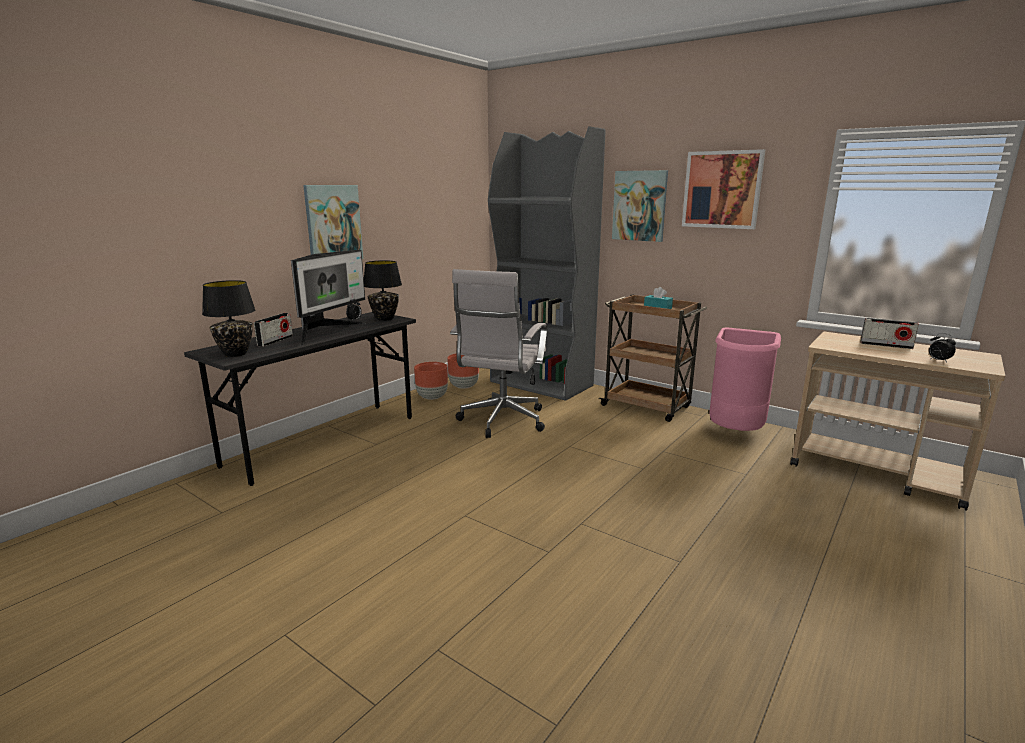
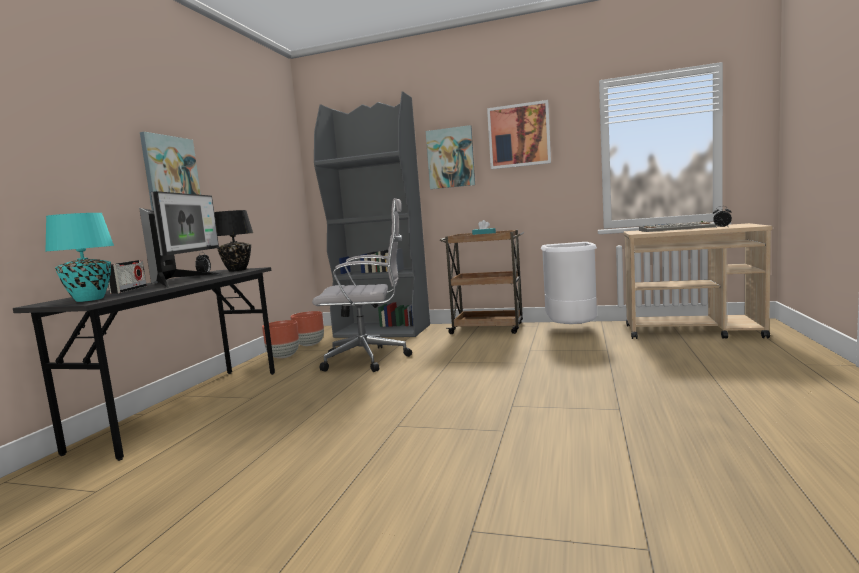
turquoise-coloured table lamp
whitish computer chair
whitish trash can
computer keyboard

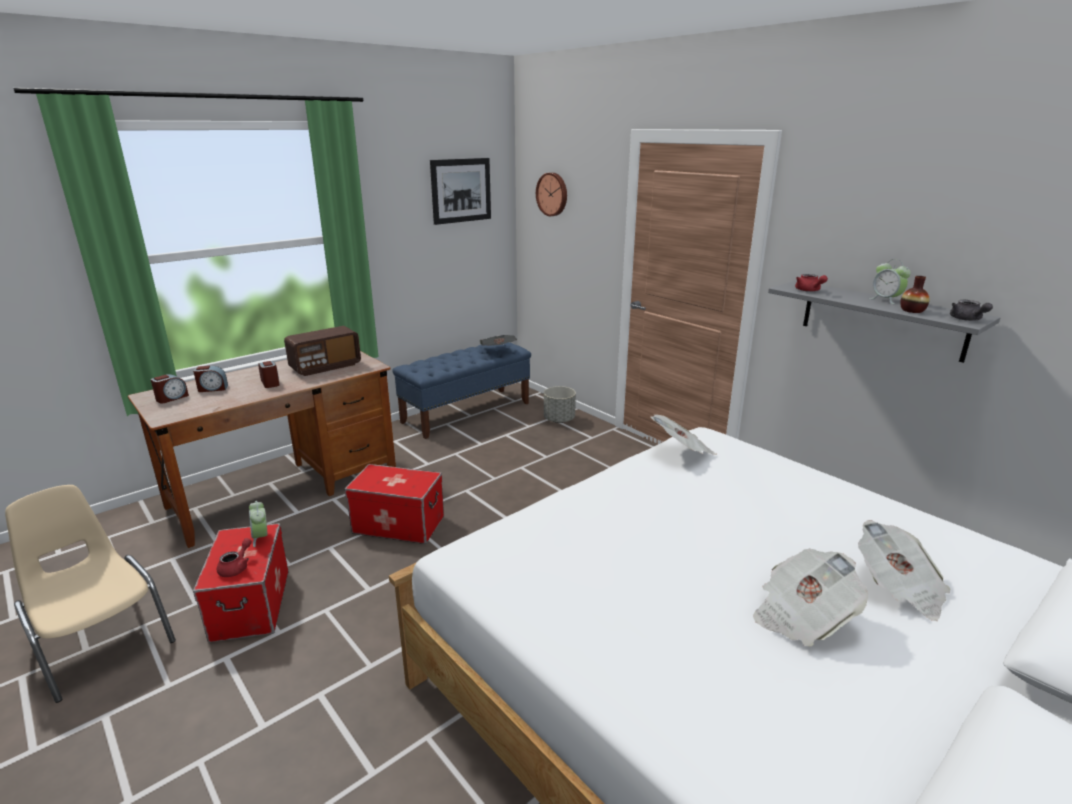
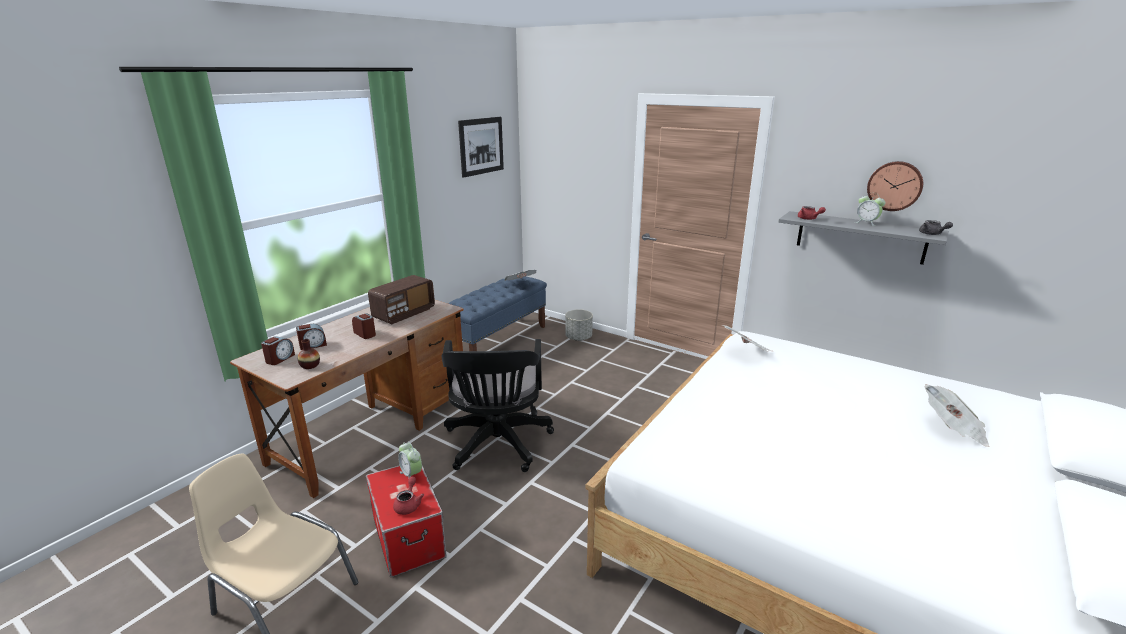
black-coloured computer chair
clock on the wall
newspaper (3rd from left in the first image)
flower vase

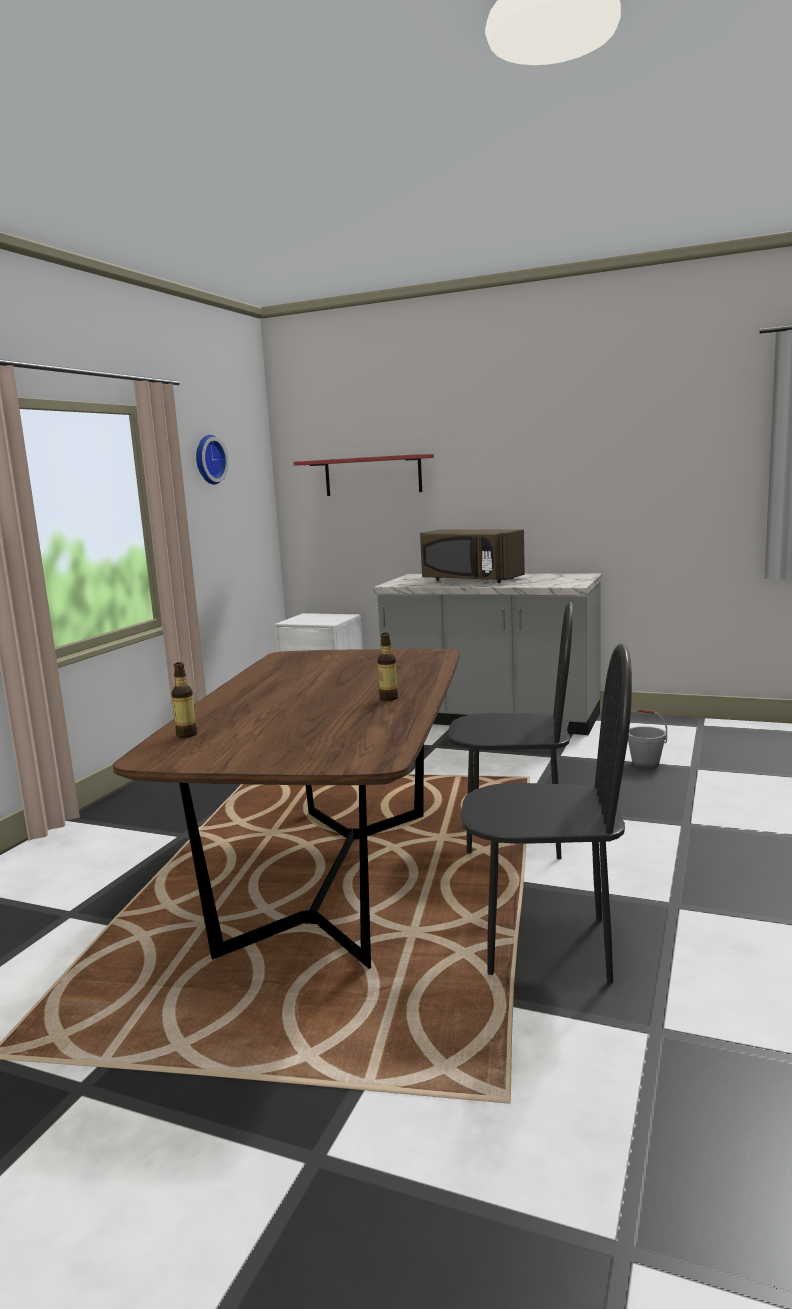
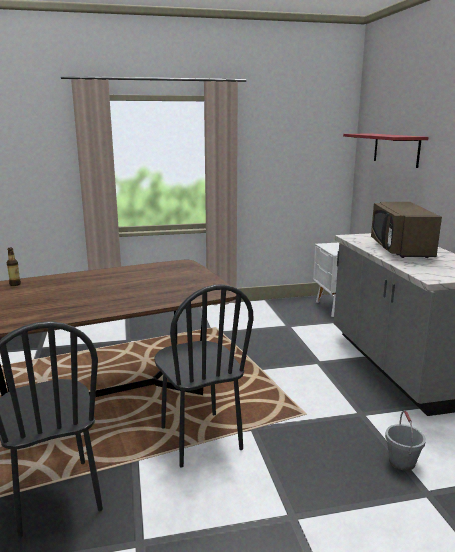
clock on the wall
bottle (2nd from left in the first image)

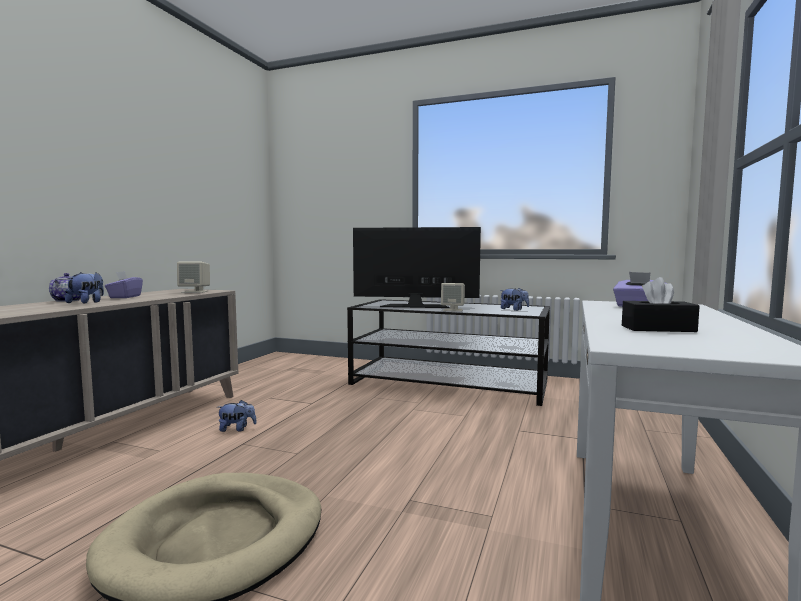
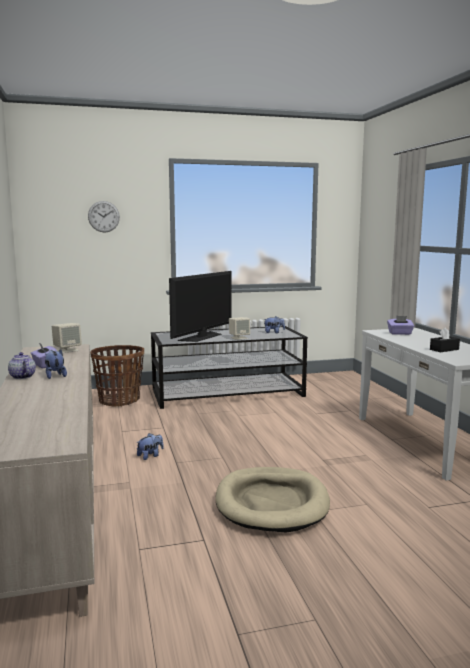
TV
clock on the wall
basket

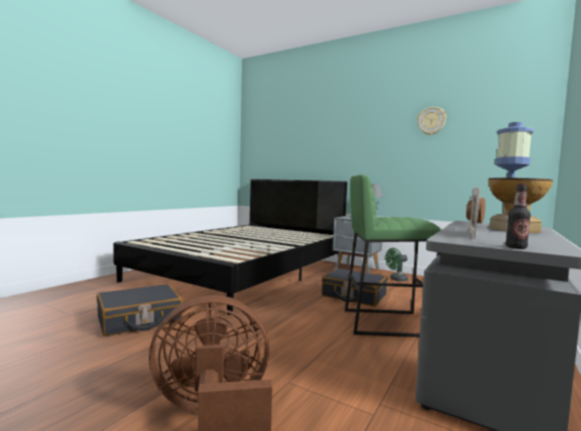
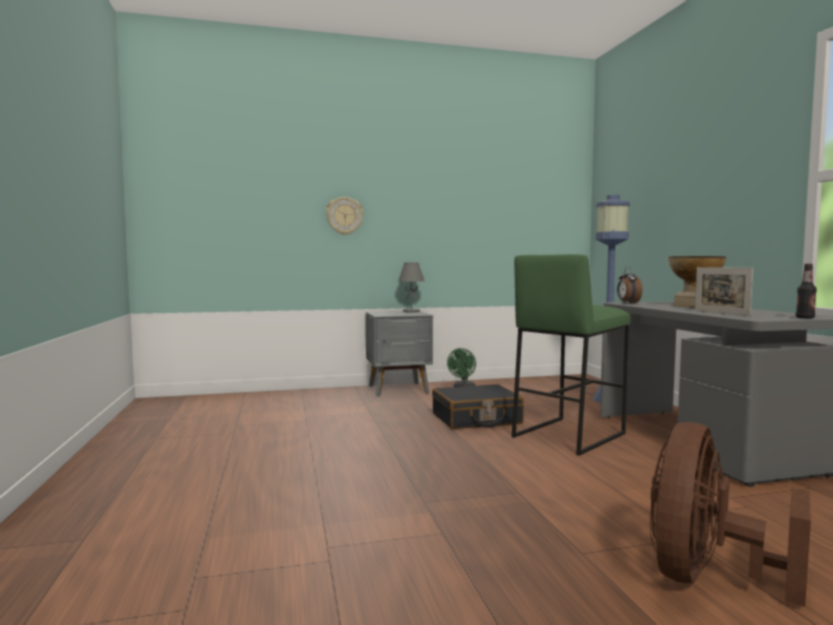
black-coloured travel case (1st from left in the first image)
black-coloured sleeping bed
clock on the wall

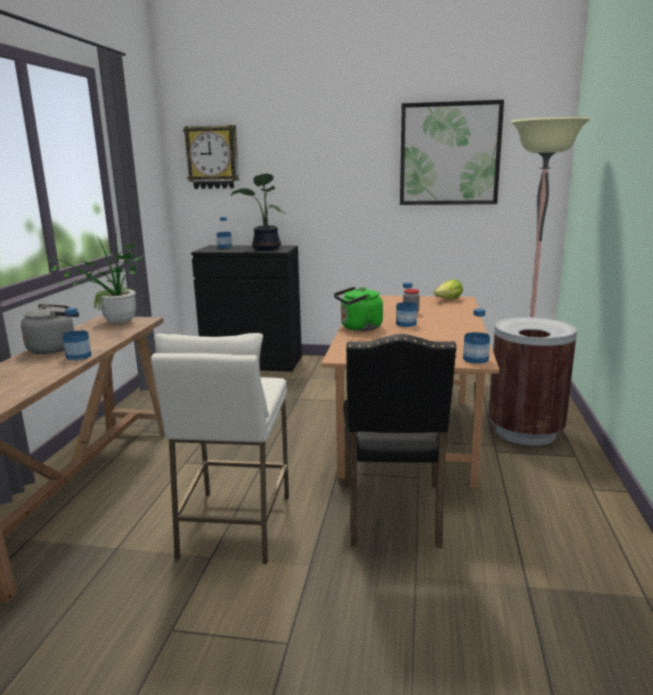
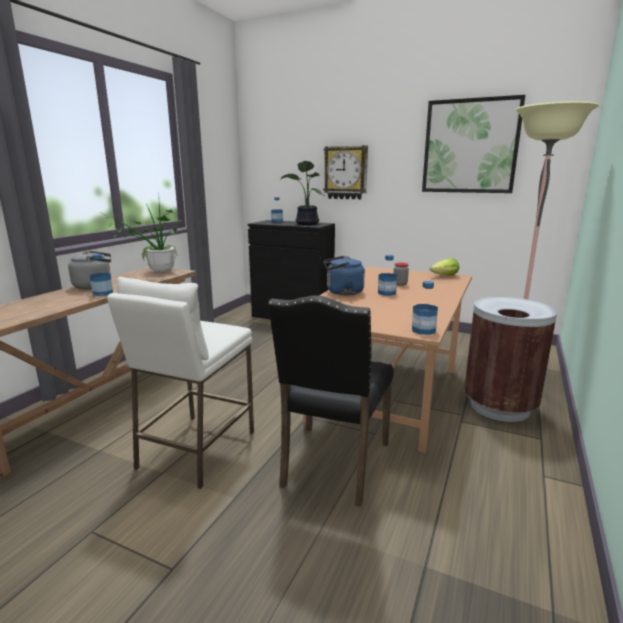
clock on the wall
bluish water kettle

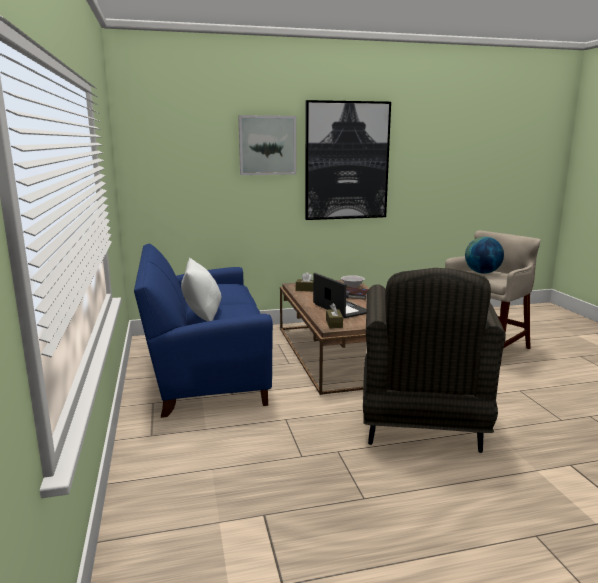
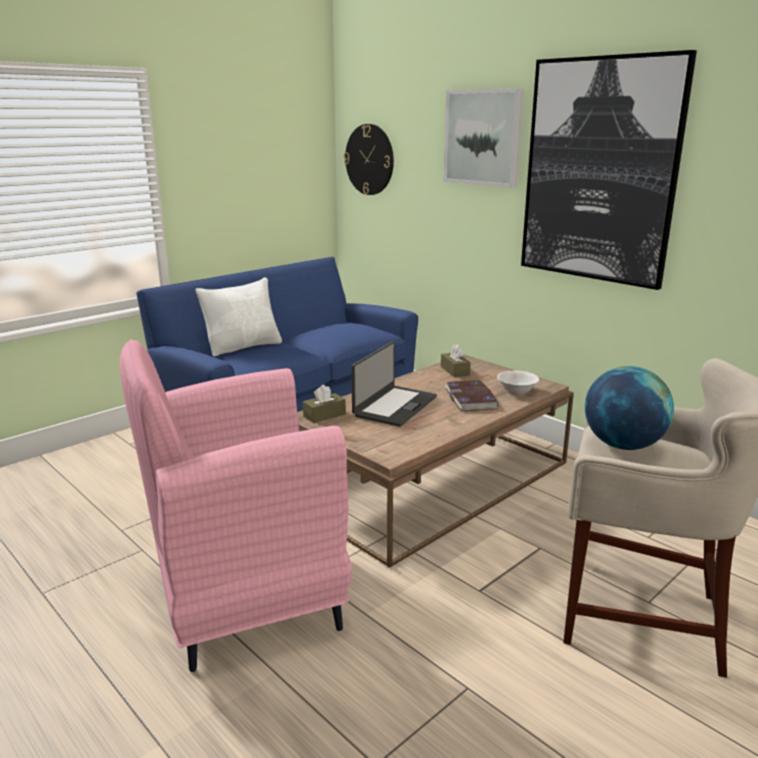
pinkish lounge chair
clock on the wall

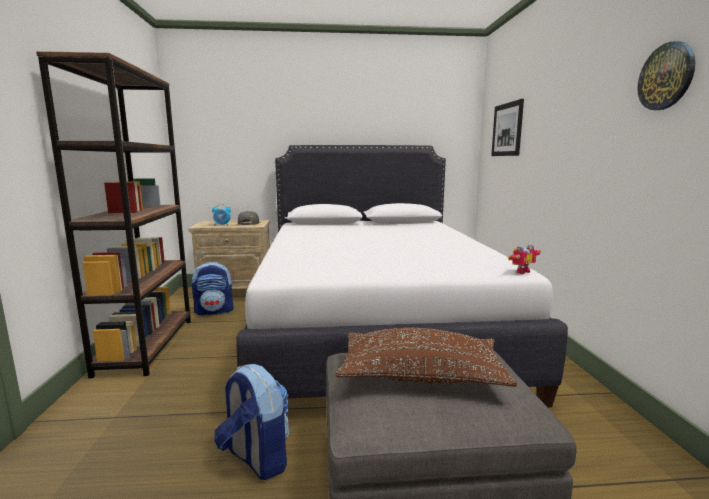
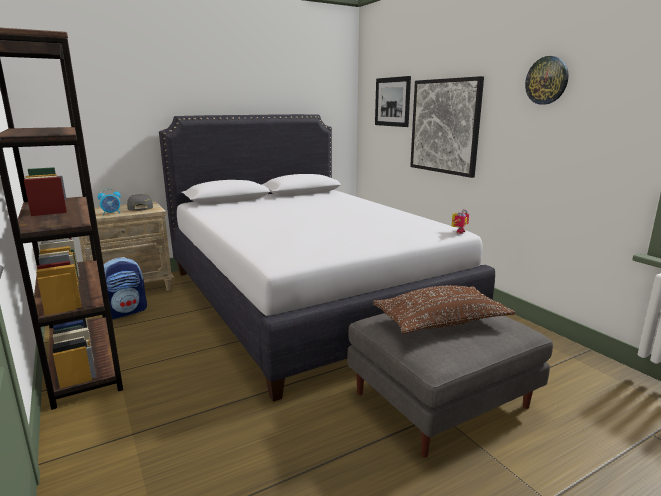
knapsack (2nd from left in the first image)
picture (2nd from left)

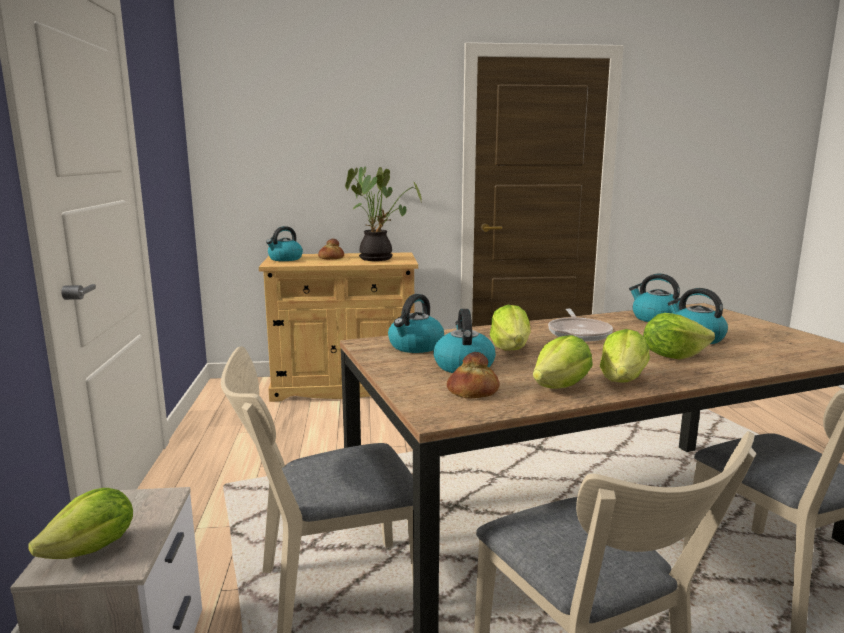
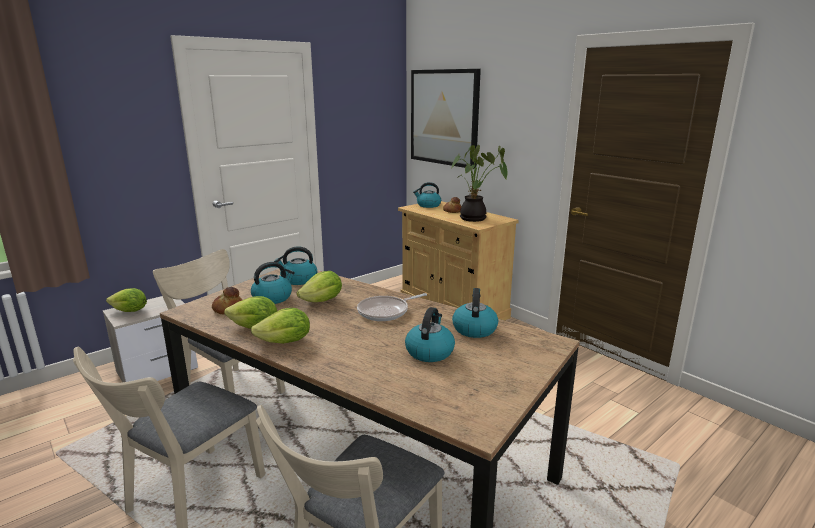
lettuce (5th from left in the first image)
picture

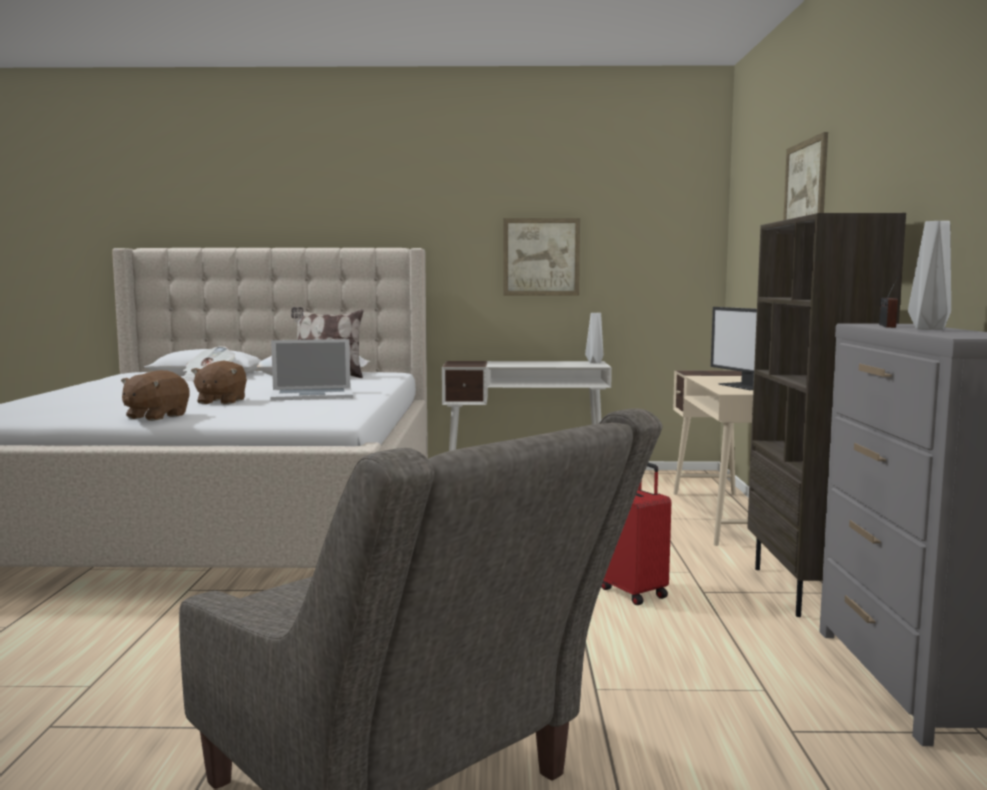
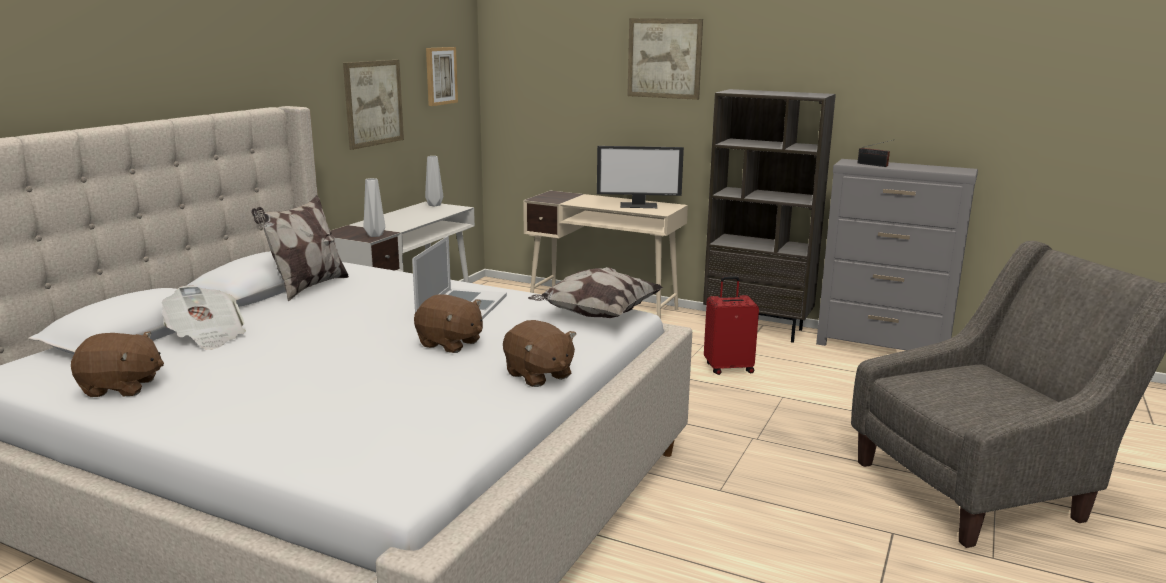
gray flower vase (1st from left)
brown-coloured cuddly toy (1st from left)
picture (2nd from left)
pillow (2nd from left)

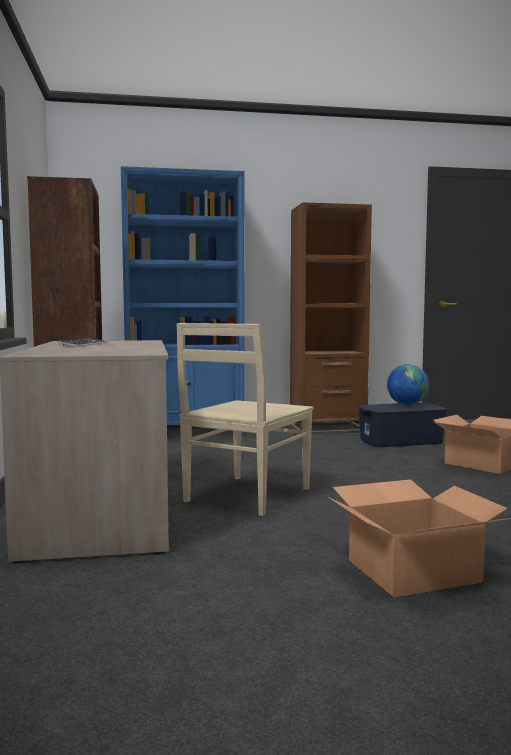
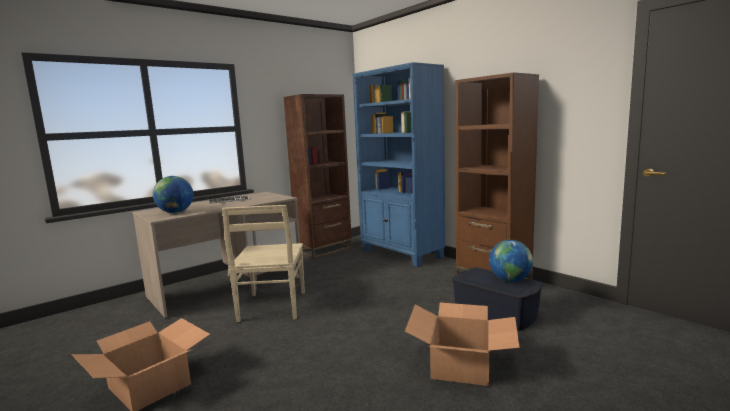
beige plain chair
desk globe (1st from left)

